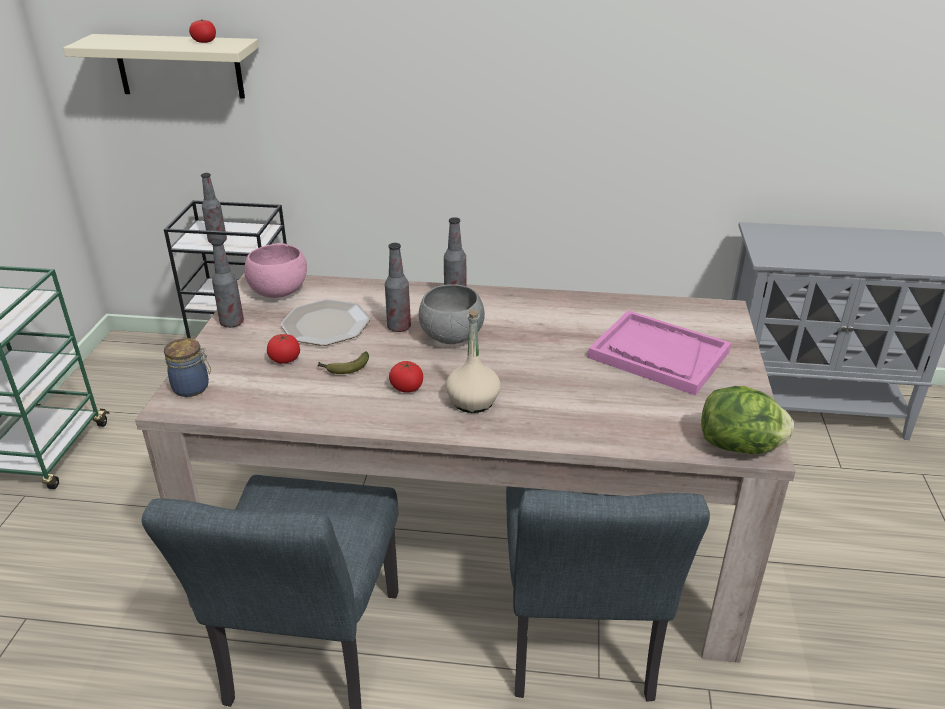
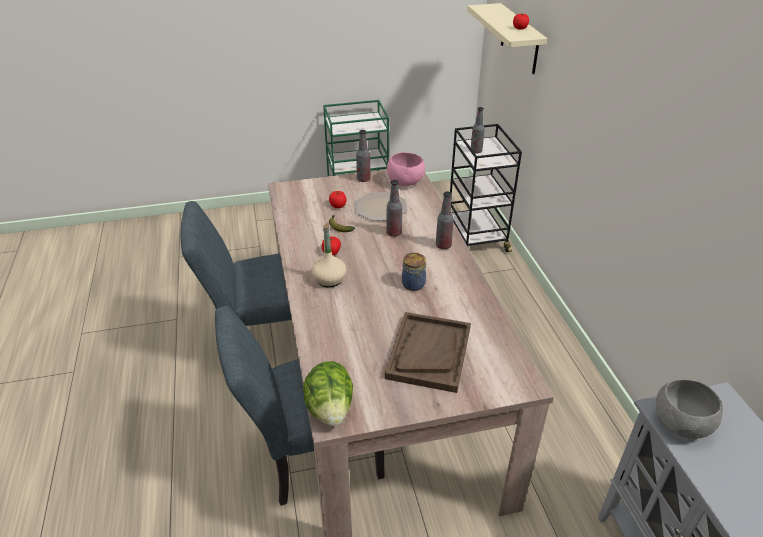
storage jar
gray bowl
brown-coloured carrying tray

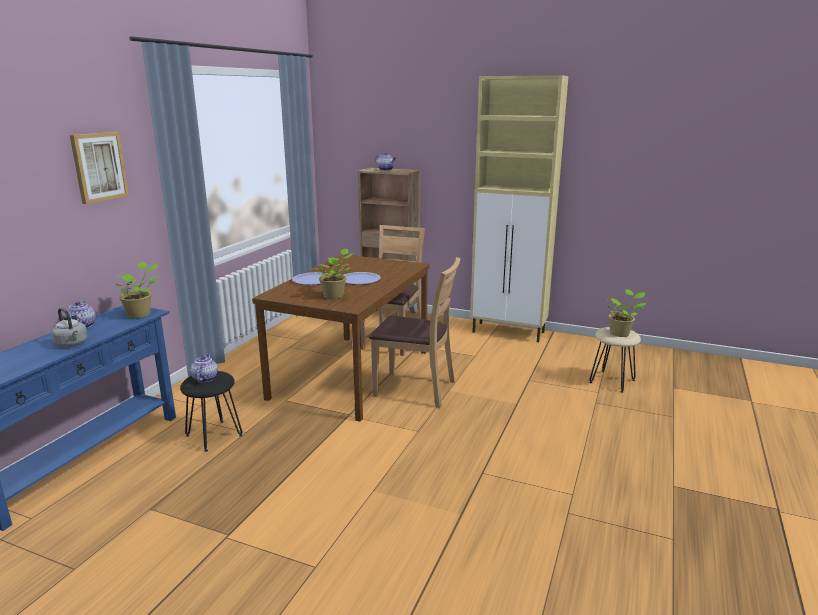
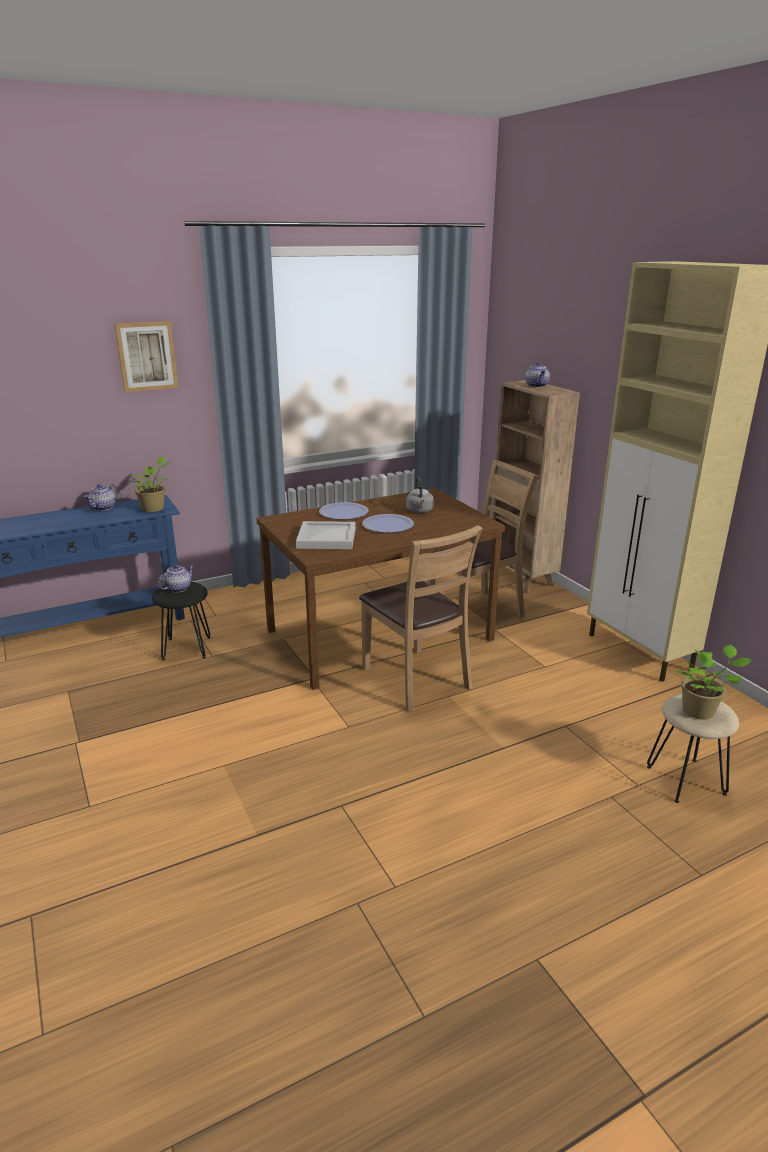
gray water kettle
whitish carrying tray

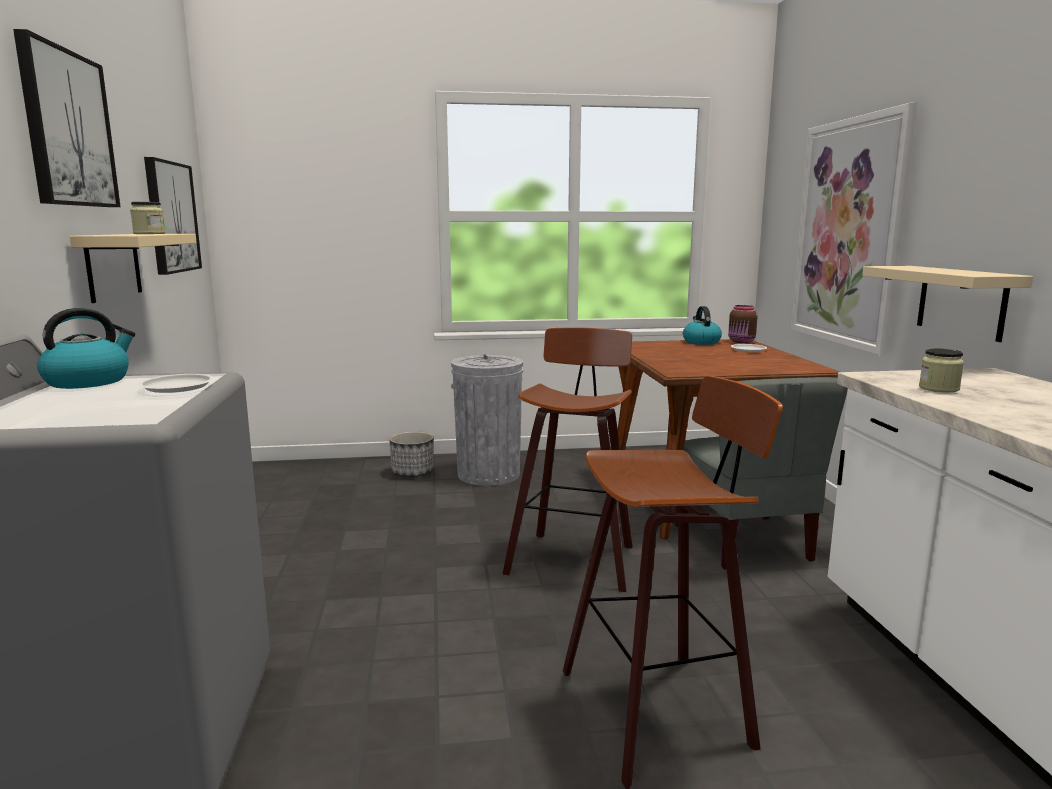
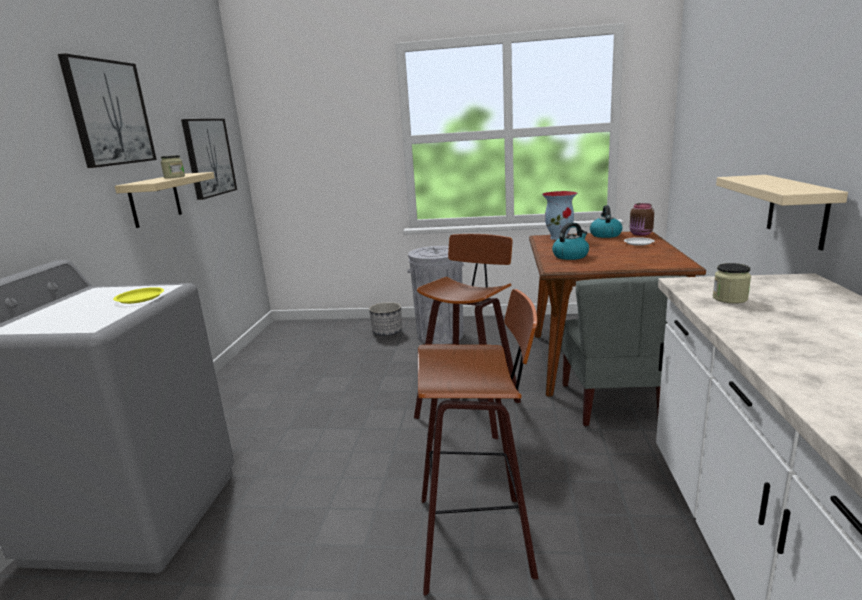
water kettle (1st from left)
yellow-coloured flat dish
picture (3rd from left in the first image)
flower vase

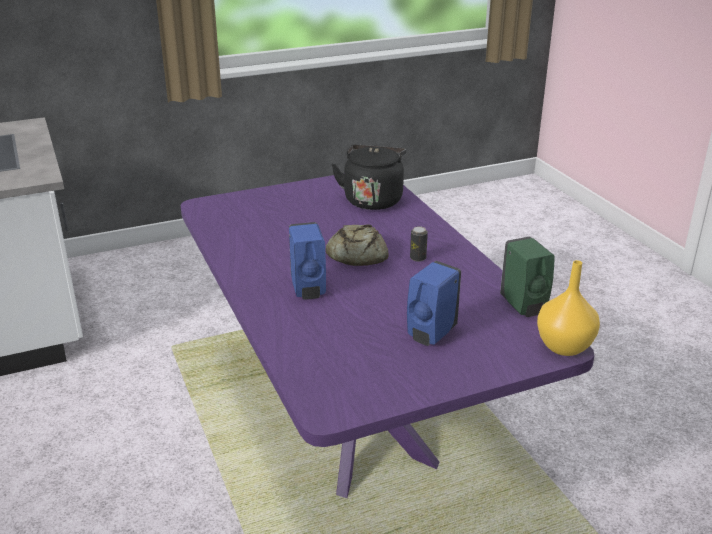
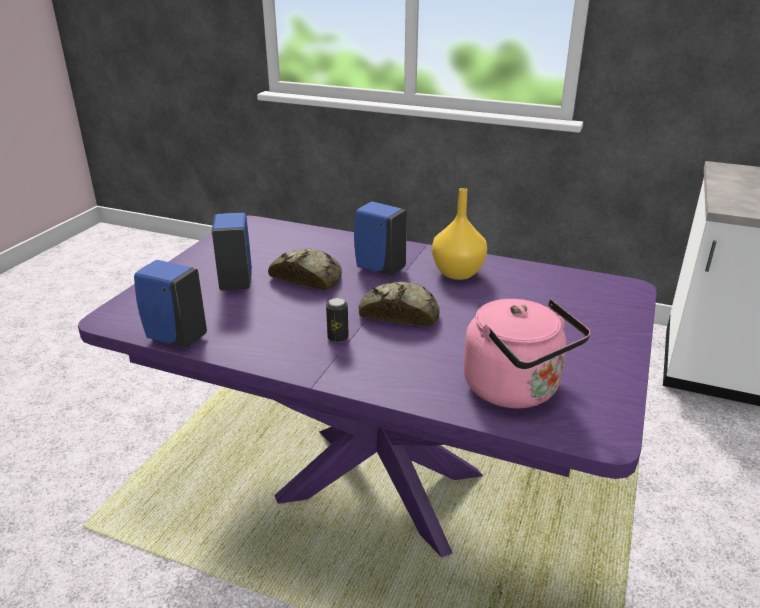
pinkish water kettle
bluish soap dispenser (1st from left)
yellow-coloured flower vase
bread (1st from left)

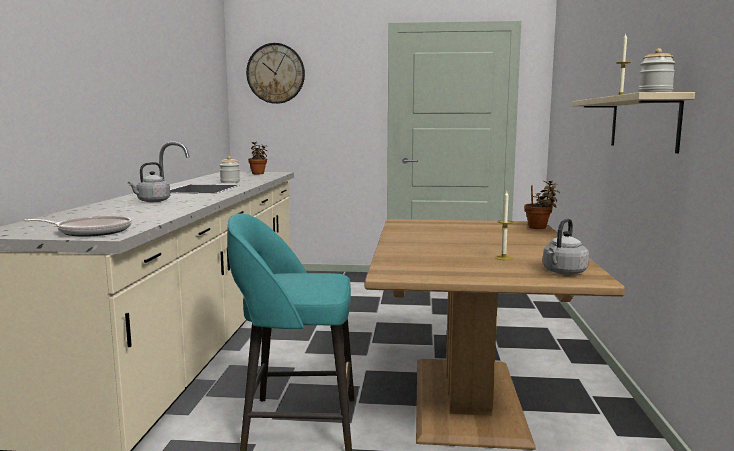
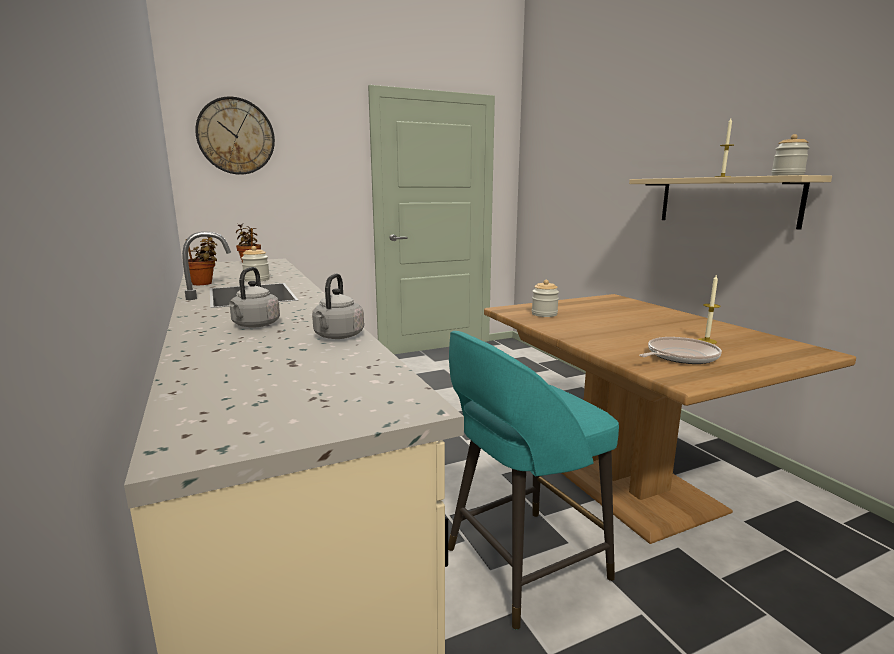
skillet
houseplant (1st from left)
gray water kettle (2nd from left)
storage jar (2nd from left)

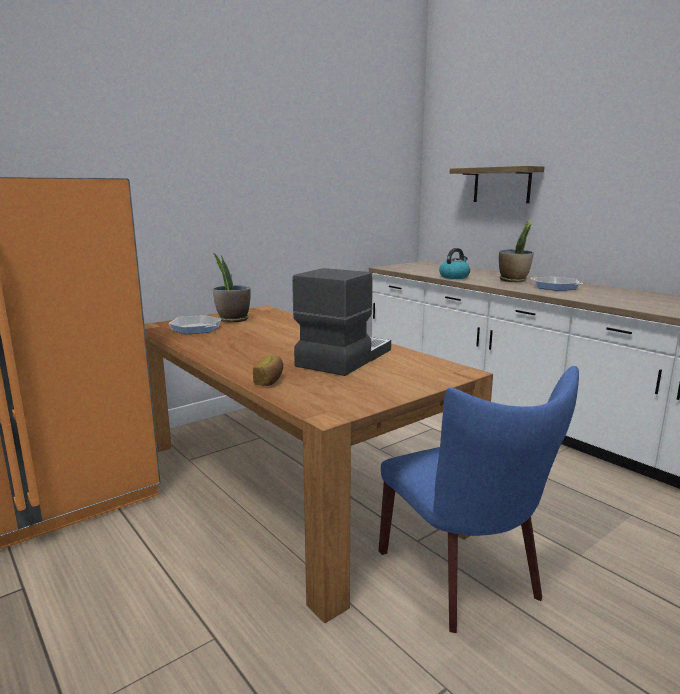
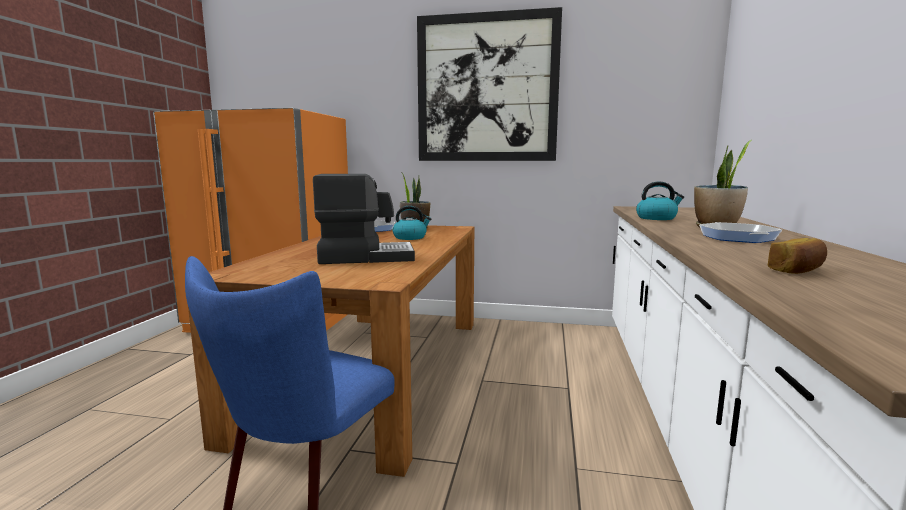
bread
bracket shelf
water kettle (1st from left)
picture

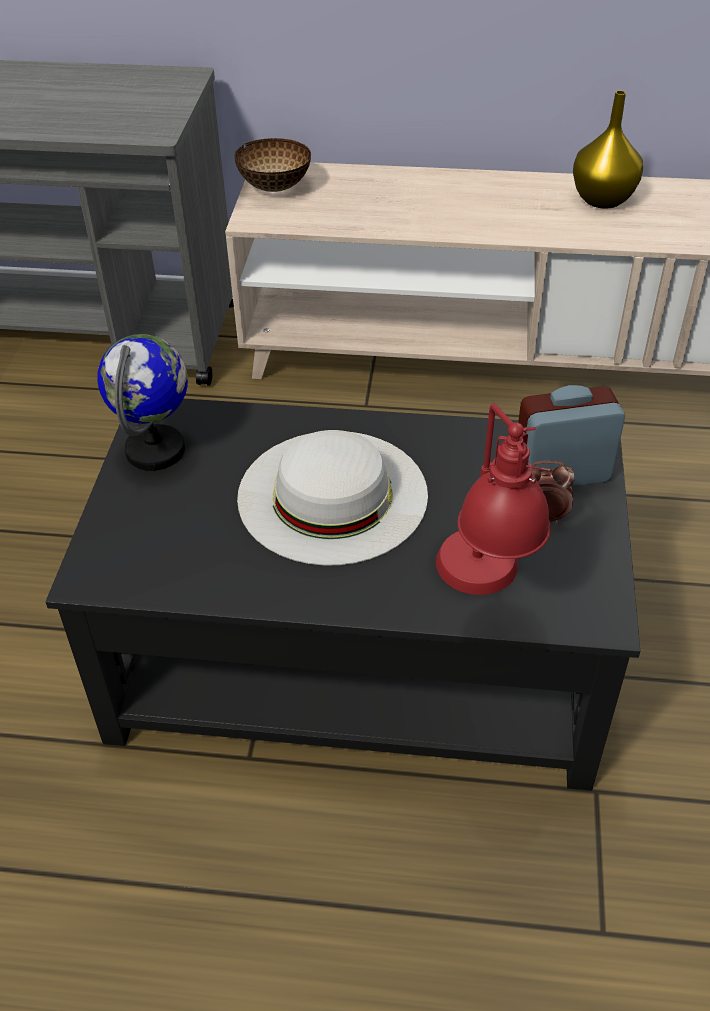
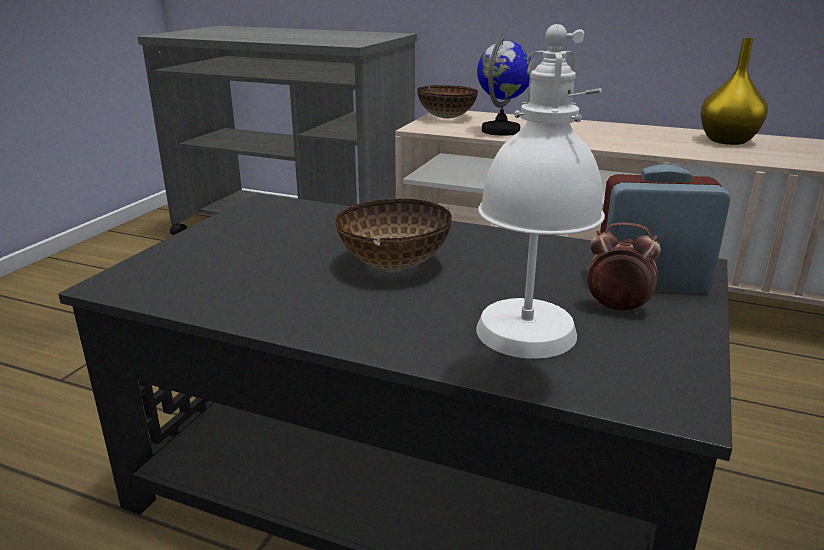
desk globe
bowl (1st from left)
whitish table lamp

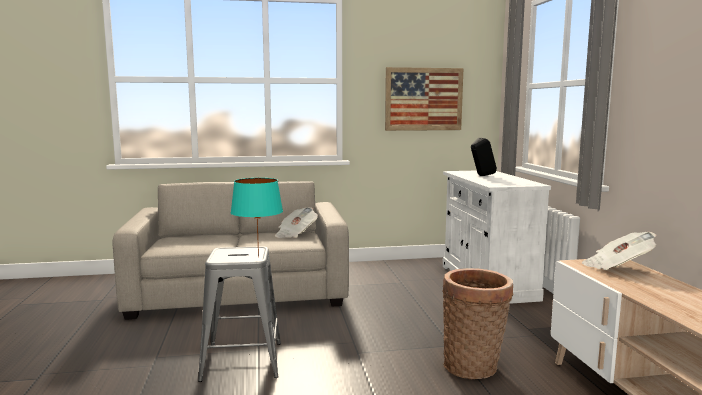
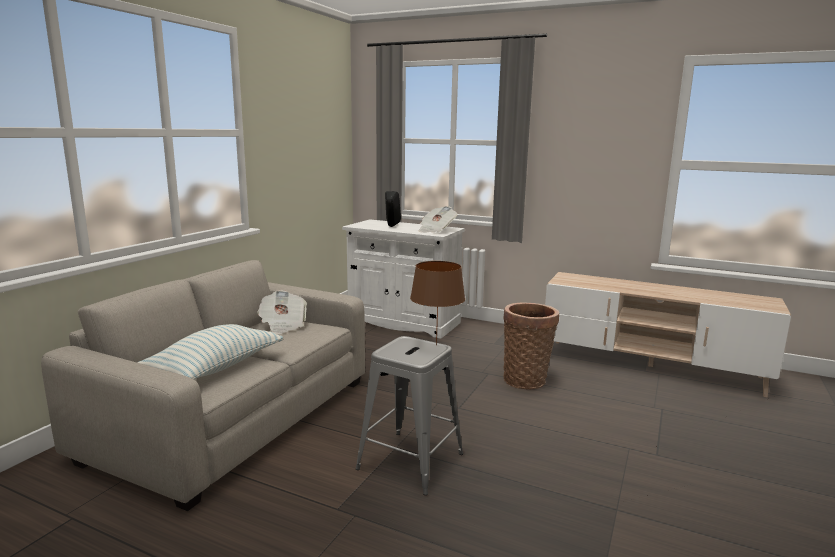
brown-coloured table lamp
picture
newspaper (2nd from left)
pillow

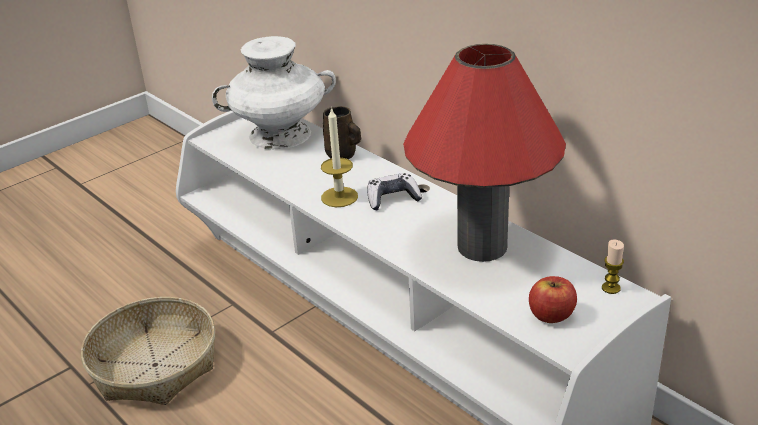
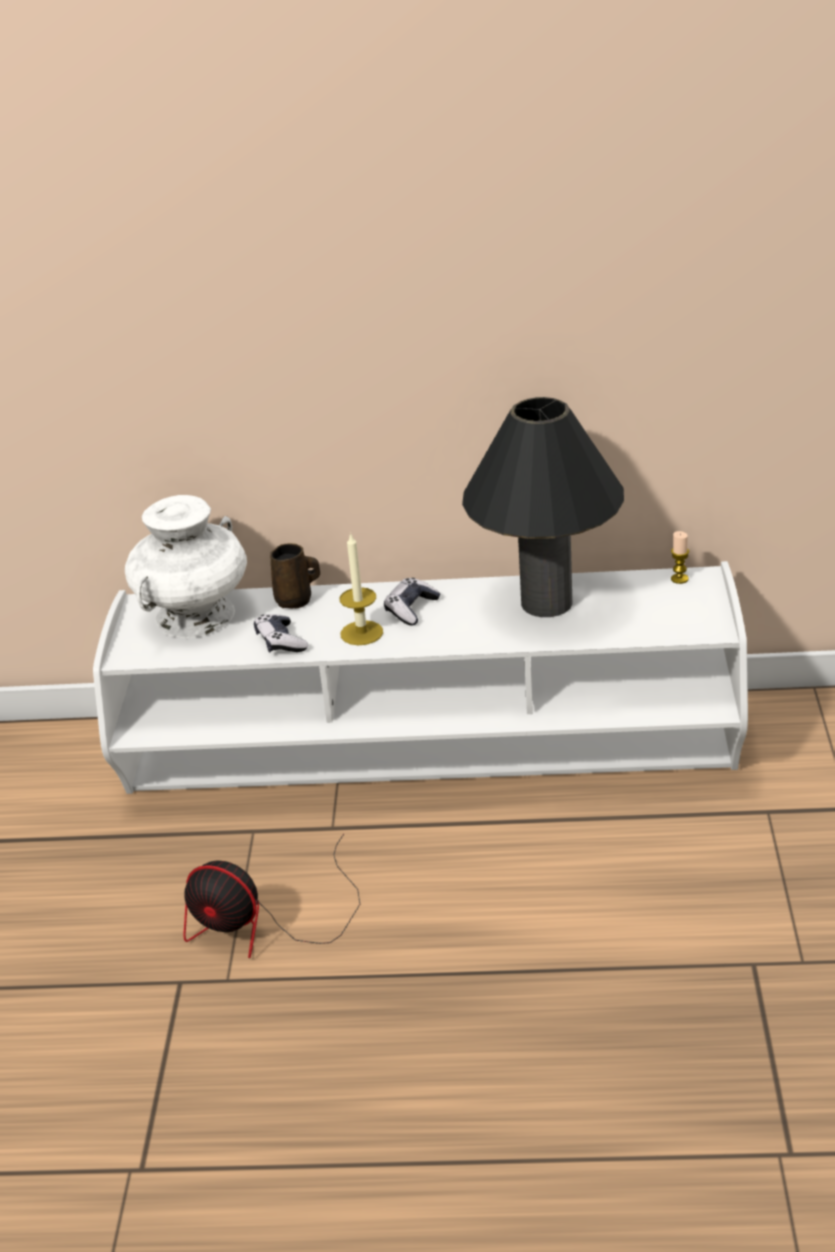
cooling fan
black-coloured table lamp
whole apple
game controller (1st from left)

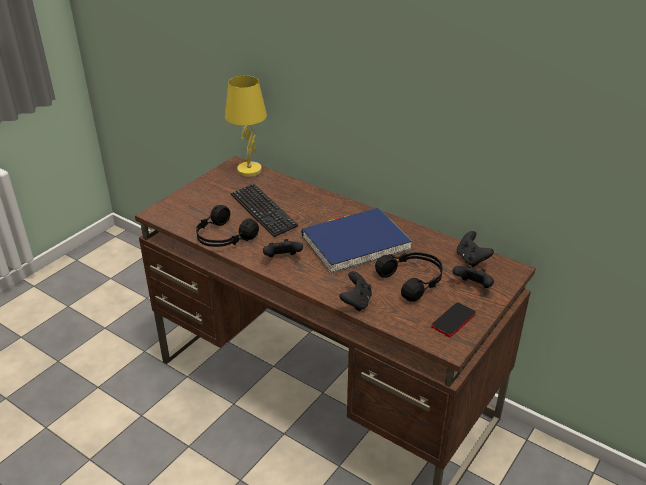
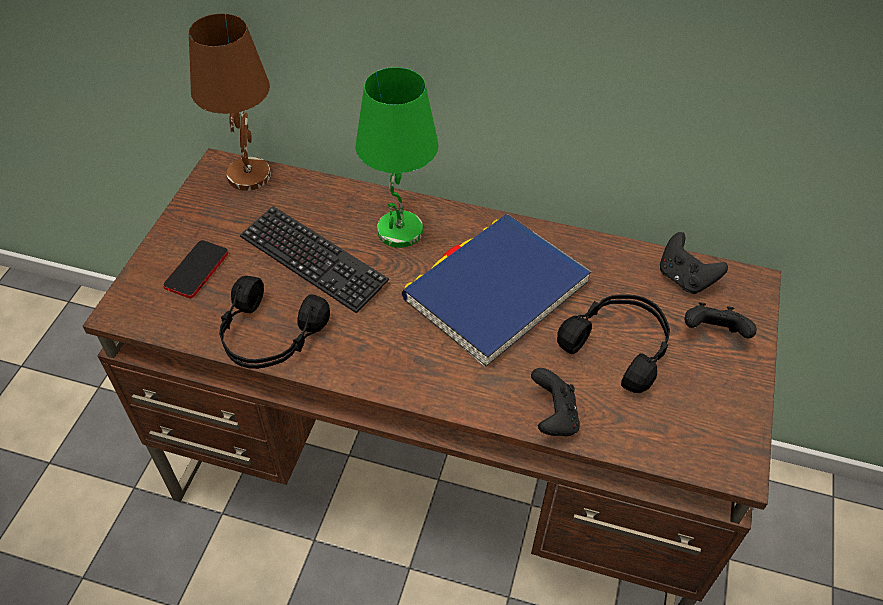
brown-coloured table lamp
black-coloured game controller (1st from left in the first image)
phone
greenish table lamp

